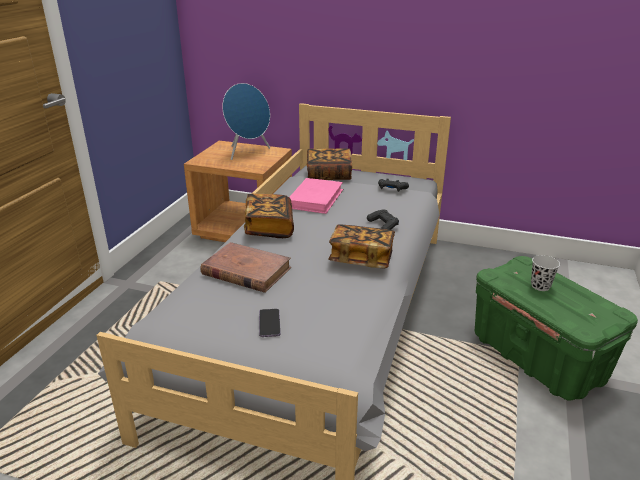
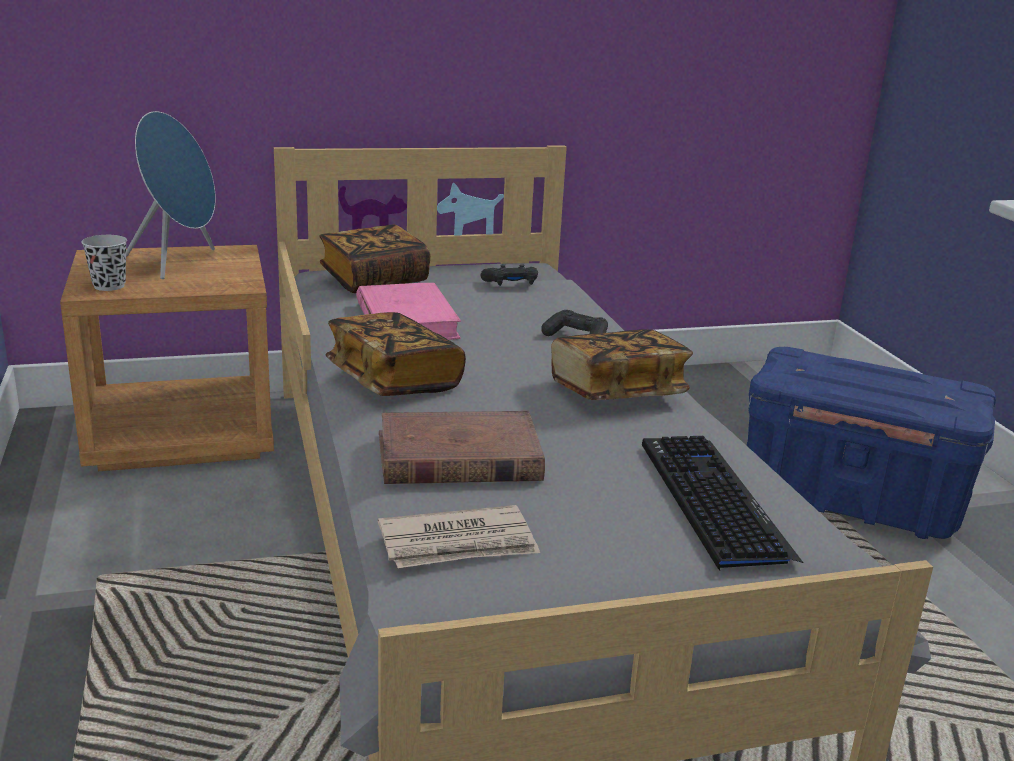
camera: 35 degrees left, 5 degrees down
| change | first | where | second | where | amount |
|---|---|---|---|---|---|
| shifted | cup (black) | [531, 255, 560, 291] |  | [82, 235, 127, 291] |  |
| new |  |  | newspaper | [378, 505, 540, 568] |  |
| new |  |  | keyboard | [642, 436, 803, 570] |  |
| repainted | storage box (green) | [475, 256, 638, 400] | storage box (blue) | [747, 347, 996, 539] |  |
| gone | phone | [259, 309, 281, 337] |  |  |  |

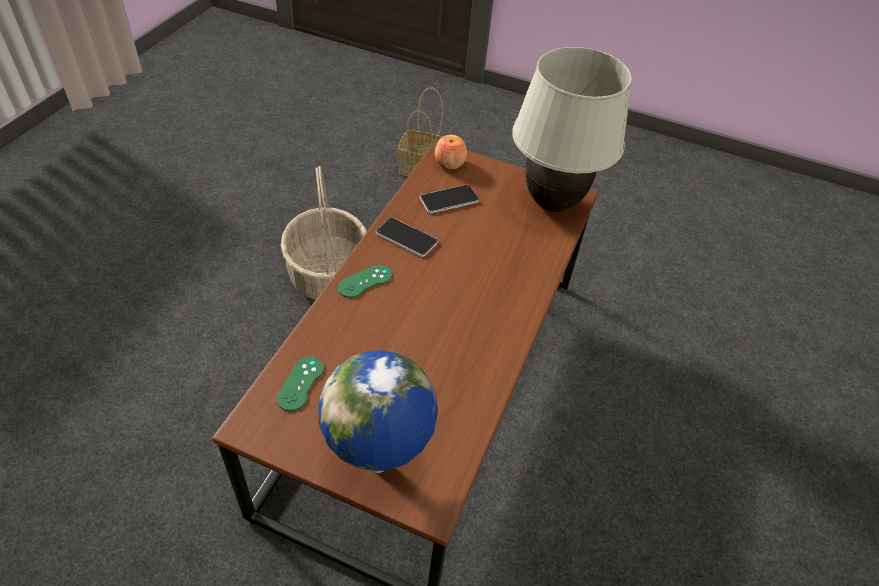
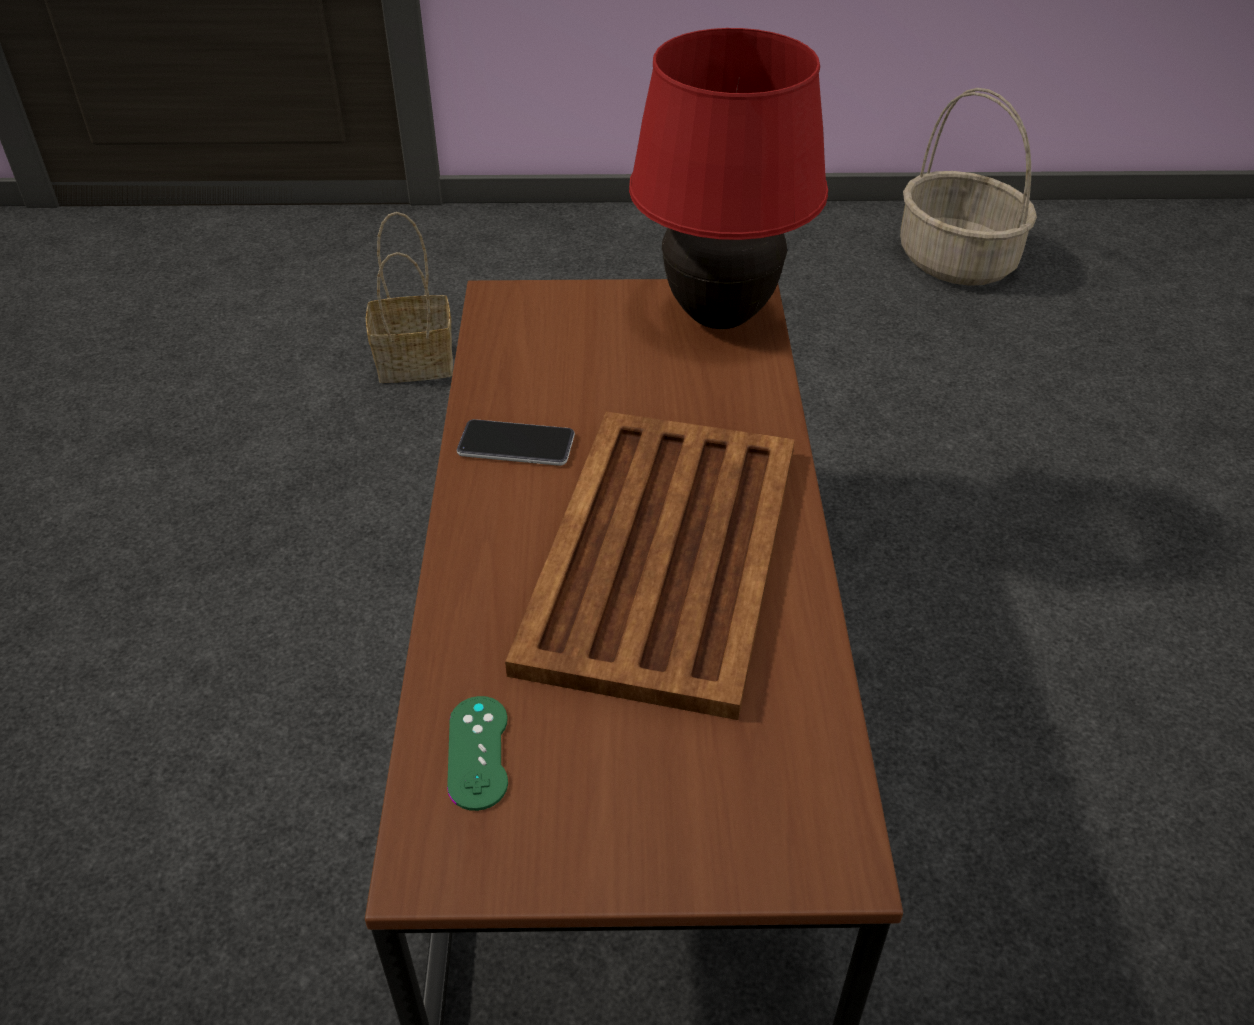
camera: 20 degrees left, 5 degrees down
| change | first | where | second | where | amount |
|---|---|---|---|---|---|
| new |  |  | tray (brown) | [505, 412, 795, 720] |  |
| repainted | table lamp (white) | [512, 47, 632, 212] | table lamp (red) | [629, 28, 828, 329] |  |
| shifted | basket | [281, 166, 367, 300] |  | [900, 88, 1037, 286] |  |
| gone | globe | [318, 350, 438, 473] |  |  |  |
| gone | game controller (green) | [338, 265, 392, 298] |  |  |  |
| gone | phone | [420, 185, 479, 213] |  |  |  |
| gone | apple | [435, 135, 467, 170] |  |  |  |

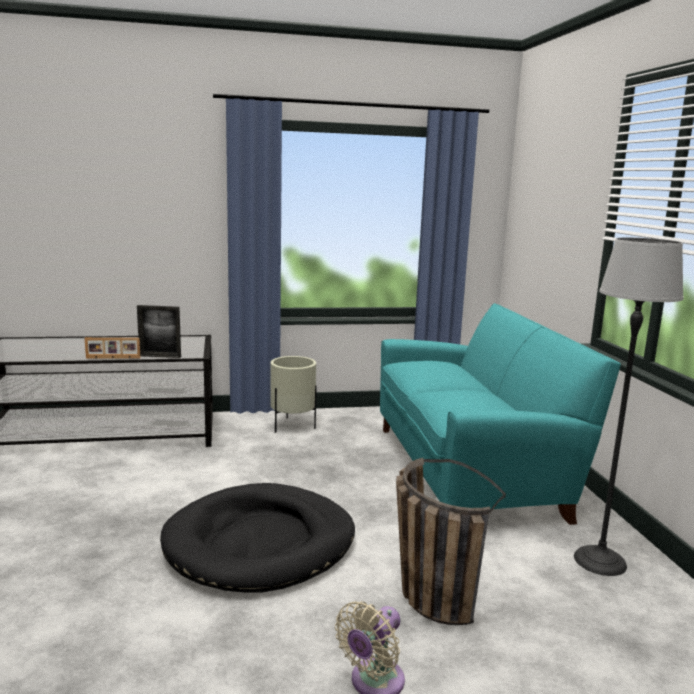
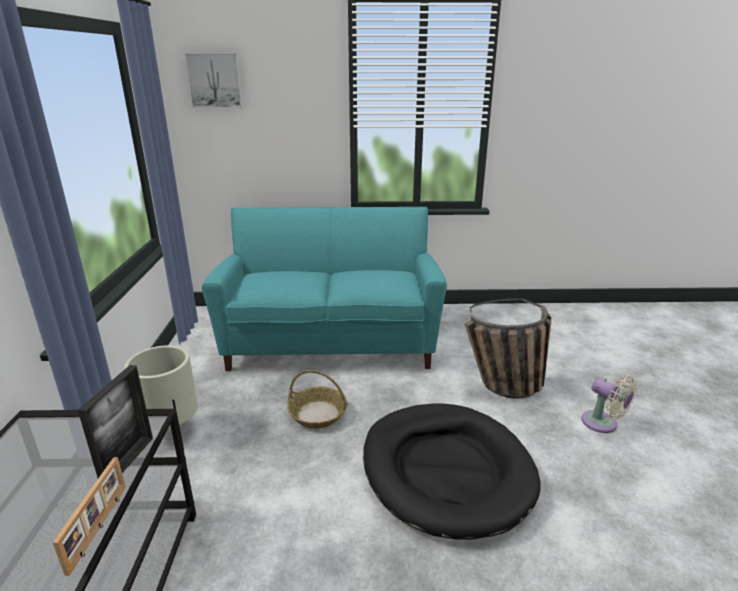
camera: 80 degrees left, 10 degrees up
| change | first | where | second | where | amount |
|---|---|---|---|---|---|
| new |  |  | picture | [184, 53, 243, 108] |  |
| new |  |  | basket | [287, 370, 348, 429] |  |
| gone | floor lamp | [574, 237, 684, 576] |  |  |  |

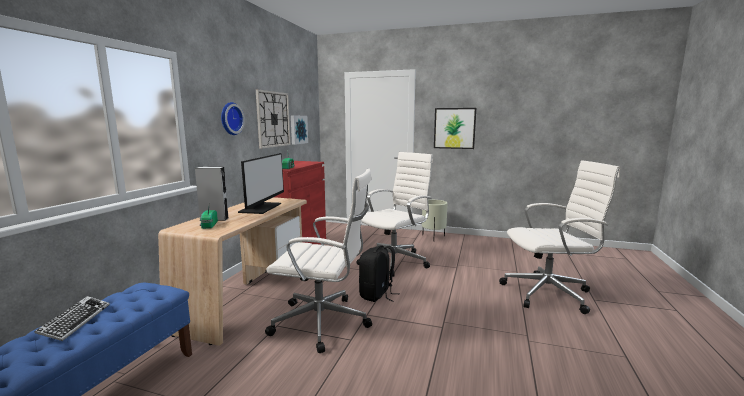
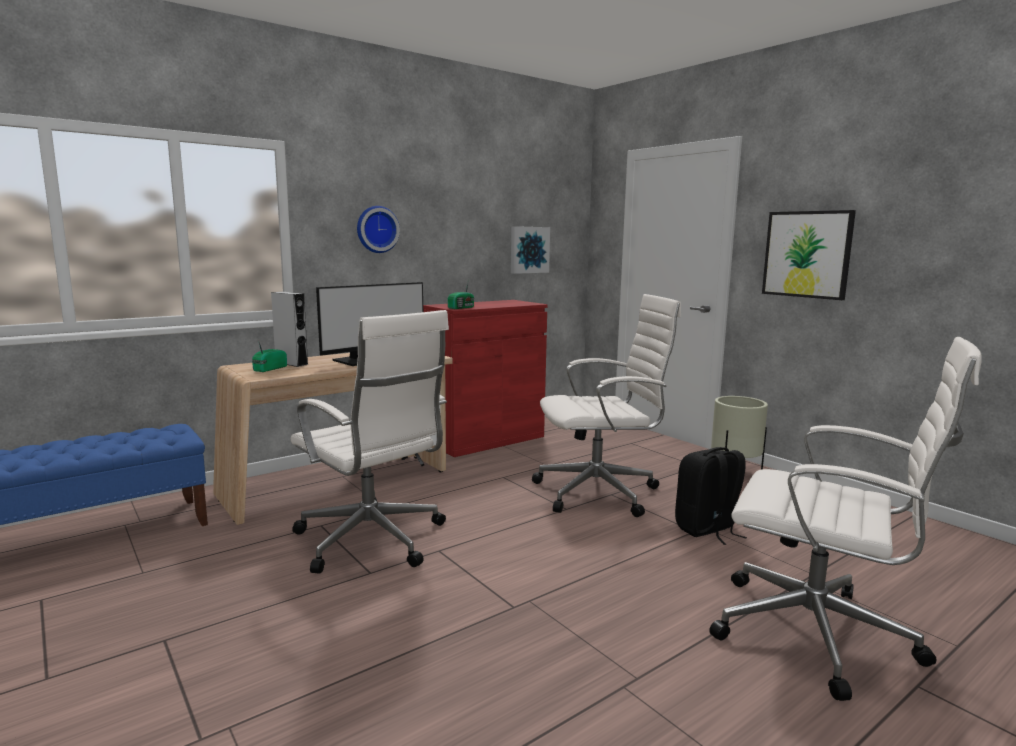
camera: 35 degrees right, 0 degrees up
| change | first | where | second | where | amount |
|---|---|---|---|---|---|
| shifted | backpack (black) | [359, 245, 399, 302] |  | [675, 447, 747, 545] |  |
| gone | keyboard | [34, 296, 110, 341] |  |  |  |
| gone | wall clock | [256, 90, 290, 149] |  |  |  |

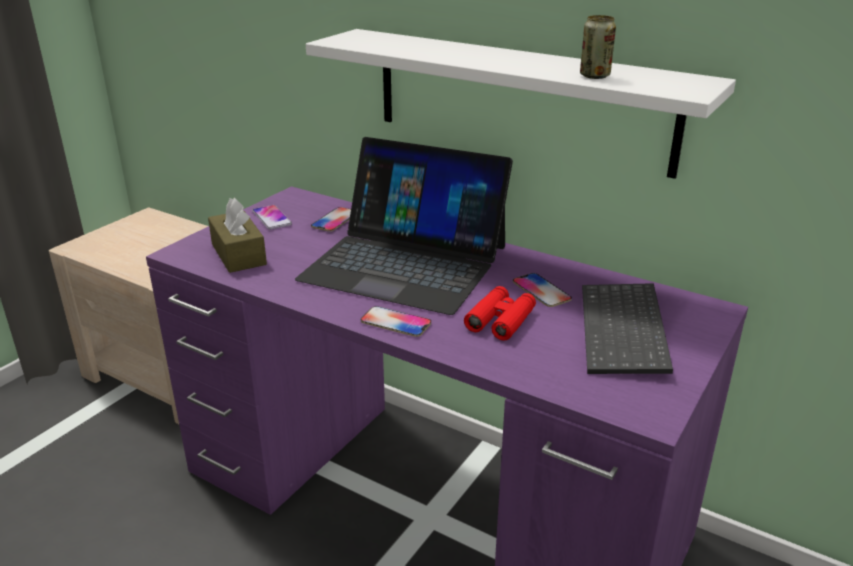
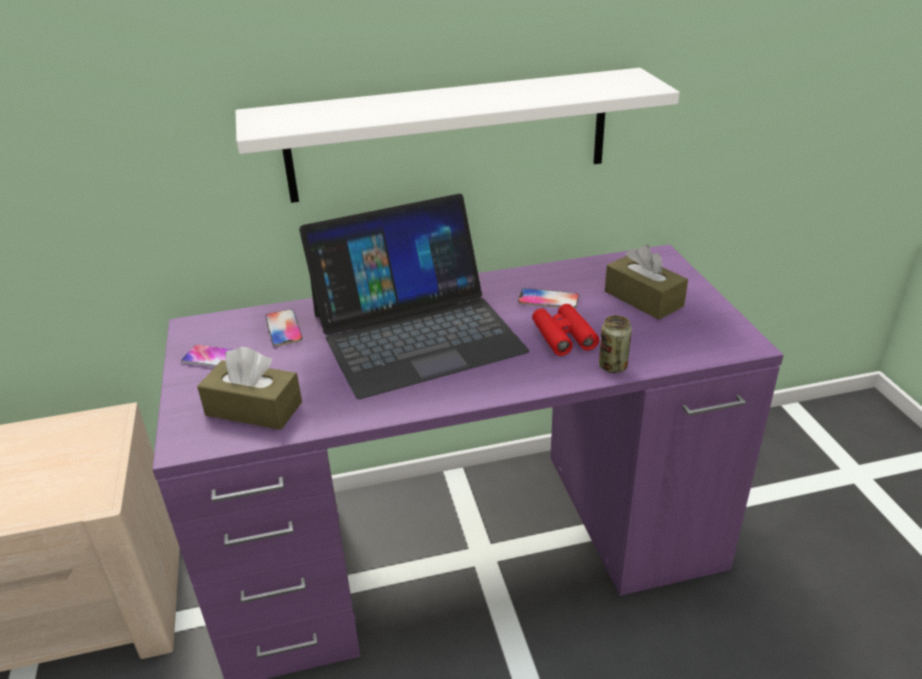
camera: 45 degrees left, 5 degrees up
| change | first | where | second | where | amount |
|---|---|---|---|---|---|
| shifted | can | [580, 15, 616, 79] |  | [599, 315, 632, 373] |  |
| swapped | keyboard | [582, 283, 673, 374] | tissue box (brown) | [605, 244, 688, 320] |  |
| gone | phone | [361, 306, 431, 337] |  |  |  |

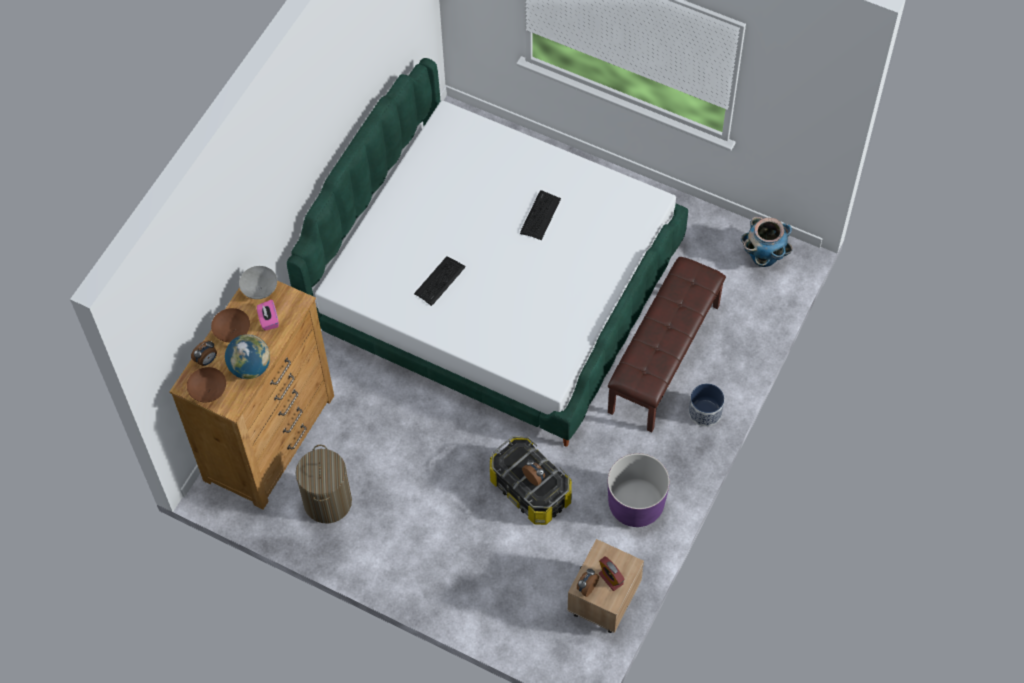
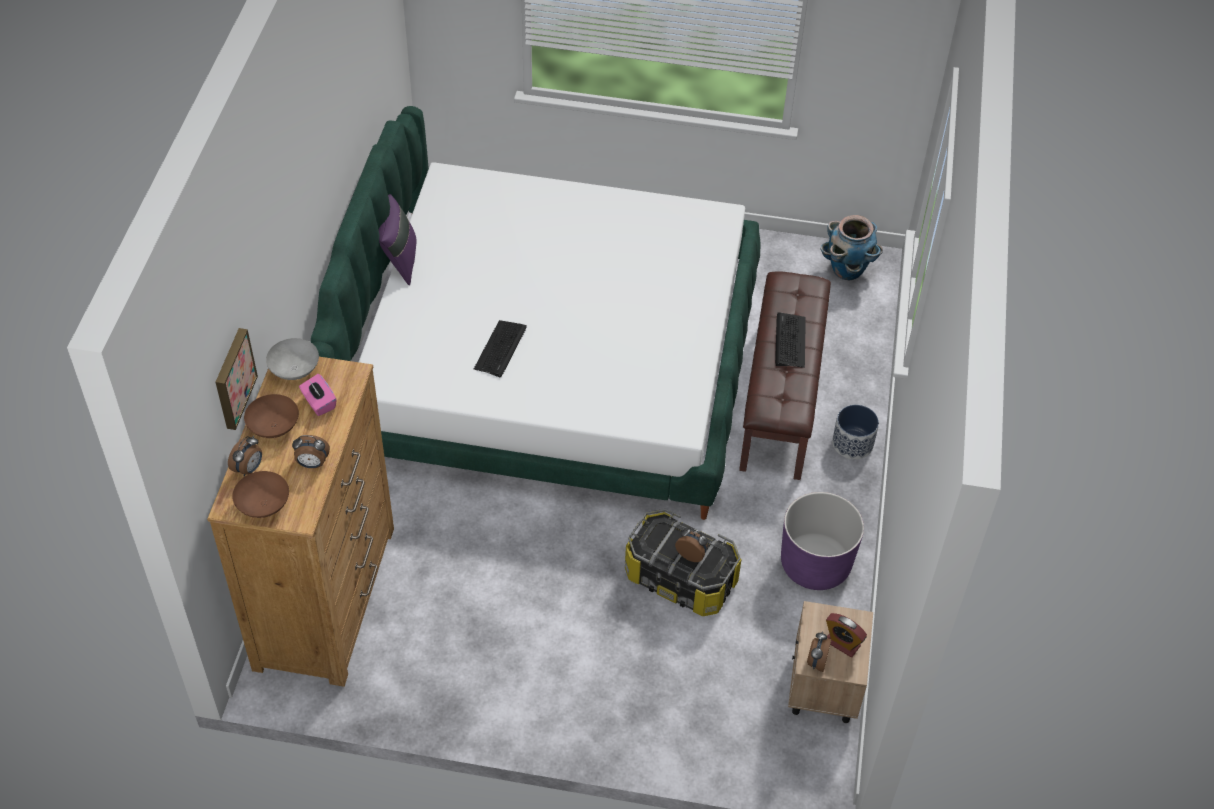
camera: 20 degrees left, 10 degrees down
| change | first | where | second | where | amount |
|---|---|---|---|---|---|
| new |  |  | picture | [215, 328, 258, 430] |  |
| swapped | globe | [225, 334, 270, 379] | alarm clock | [292, 435, 330, 468] |  |
| new |  |  | pillow (purple) | [378, 194, 416, 285] |  |
| shifted | keyboard | [520, 190, 561, 240] |  | [775, 313, 806, 368] |  |
| gone | laundry basket | [295, 445, 352, 524] |  |  |  |

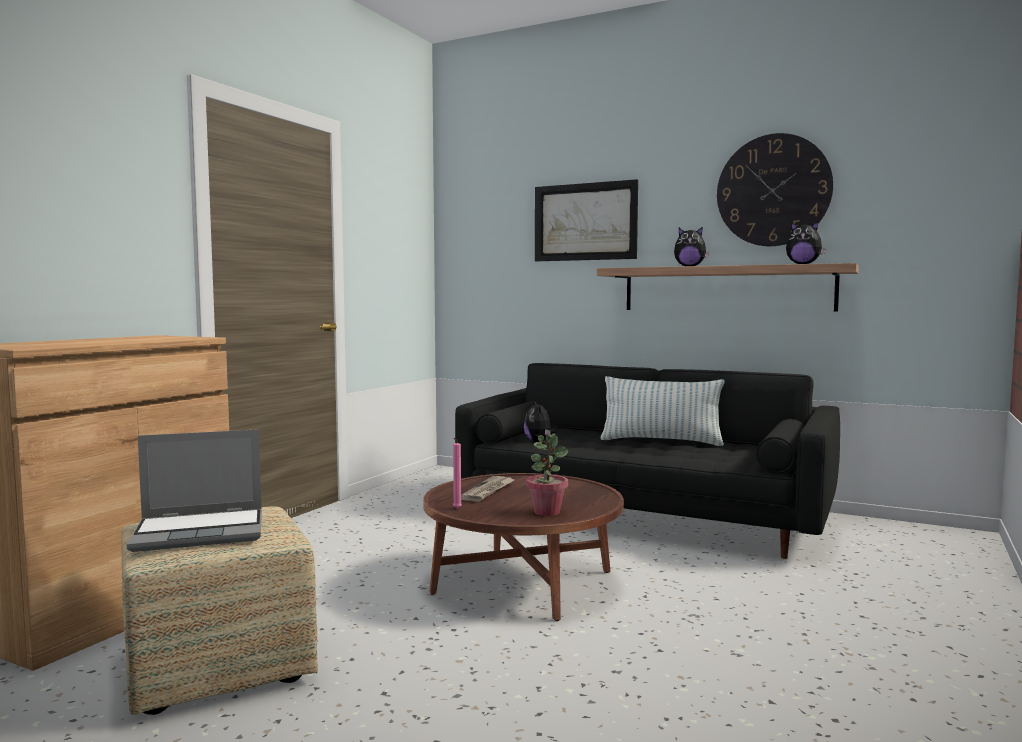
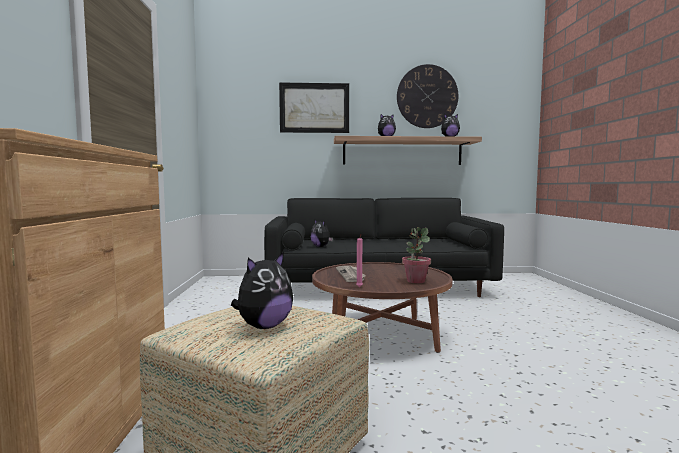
camera: 30 degrees left, 0 degrees up
| change | first | where | second | where | amount |
|---|---|---|---|---|---|
| swapped | laptop | [127, 429, 262, 552] | plush toy | [231, 252, 293, 329] |  |
| gone | pillow | [601, 376, 724, 446] |  |  |  |

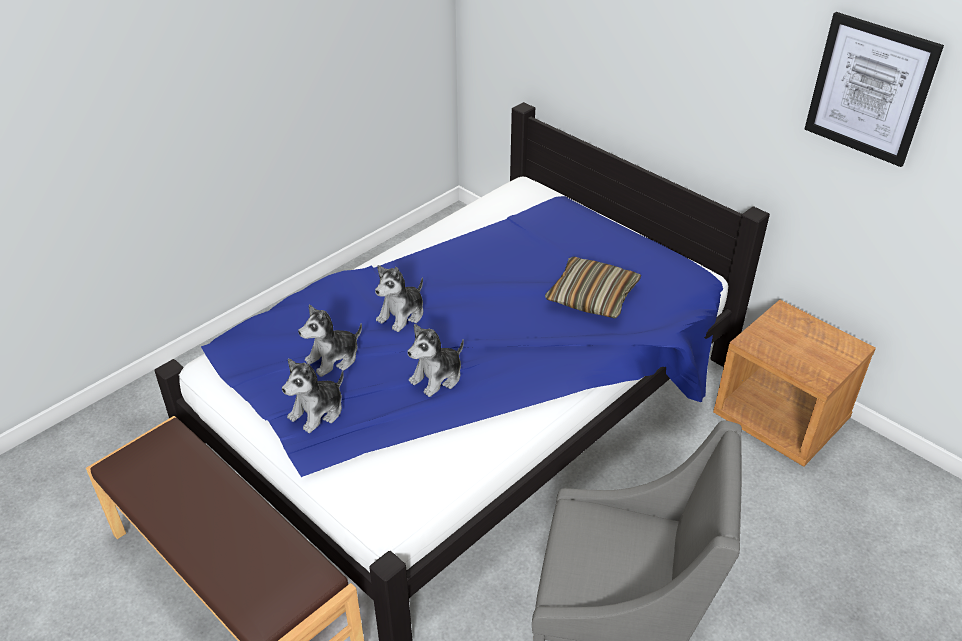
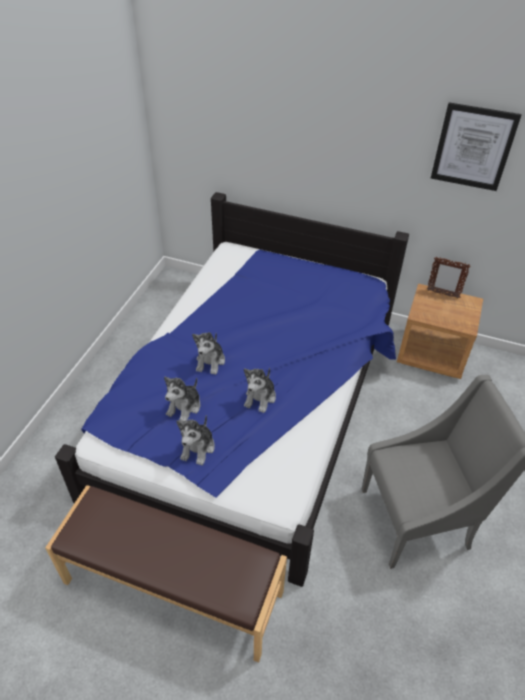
camera: 25 degrees left, 5 degrees up
| change | first | where | second | where | amount |
|---|---|---|---|---|---|
| new |  |  | picture frame | [427, 257, 471, 298] |  |
| gone | pillow | [545, 256, 641, 318] |  |  |  |

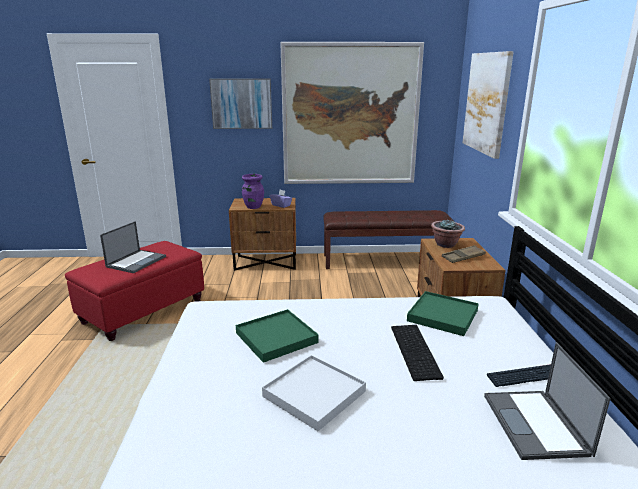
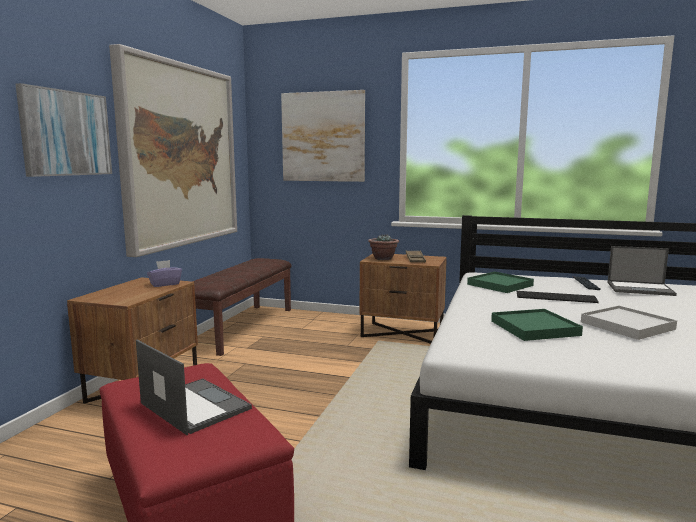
camera: 70 degrees left, 10 degrees down
| change | first | where | second | where | amount |
|---|---|---|---|---|---|
| gone | vase (purple) | [242, 174, 264, 209] |  |  |  |

